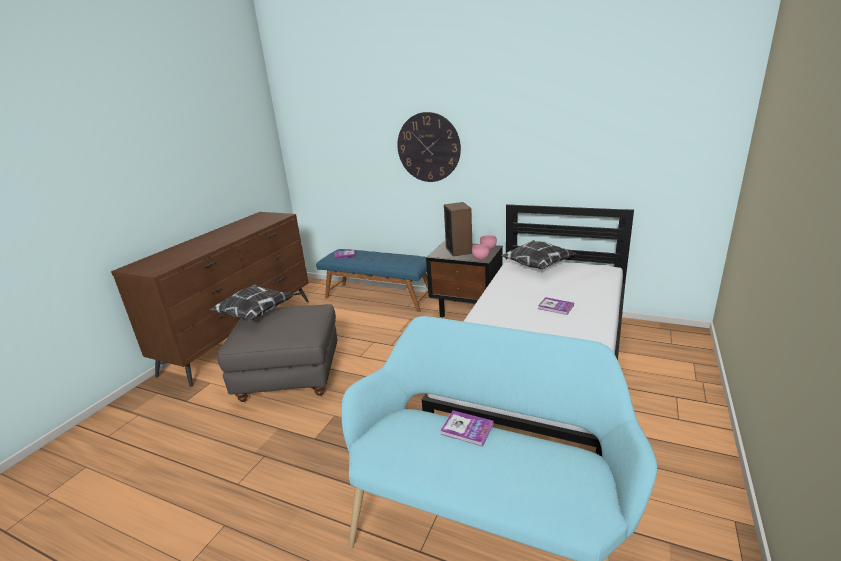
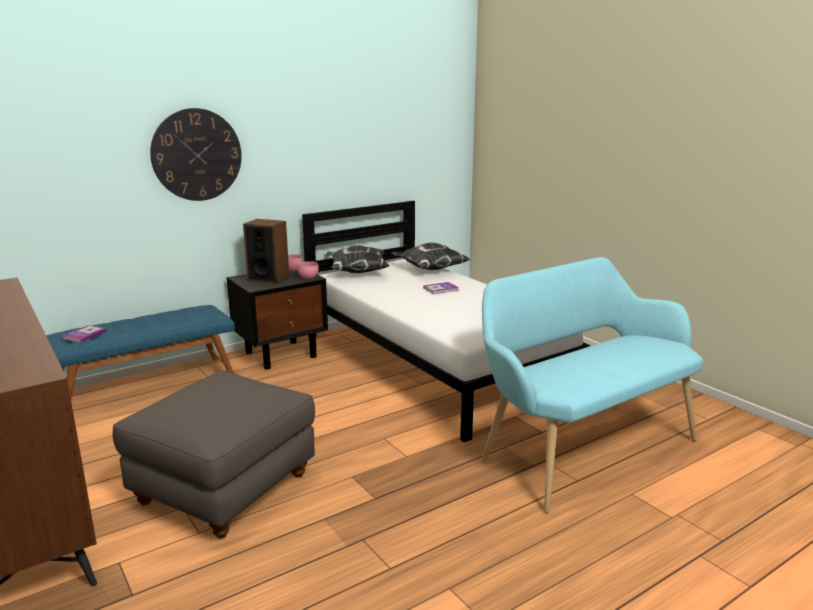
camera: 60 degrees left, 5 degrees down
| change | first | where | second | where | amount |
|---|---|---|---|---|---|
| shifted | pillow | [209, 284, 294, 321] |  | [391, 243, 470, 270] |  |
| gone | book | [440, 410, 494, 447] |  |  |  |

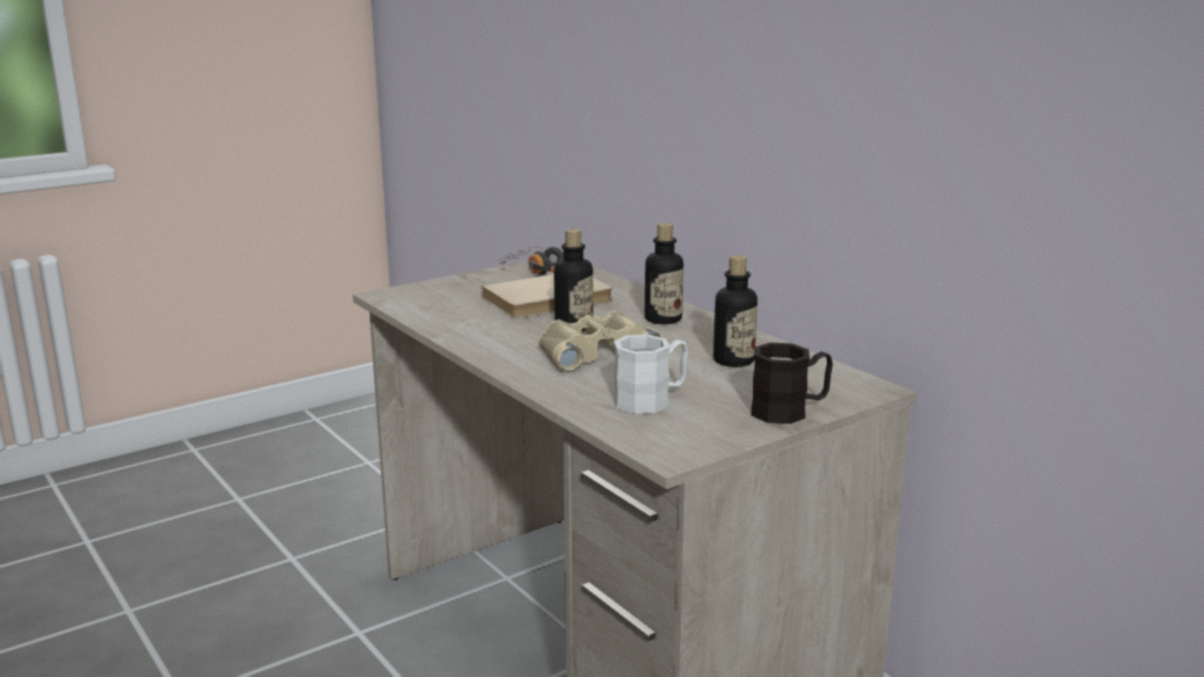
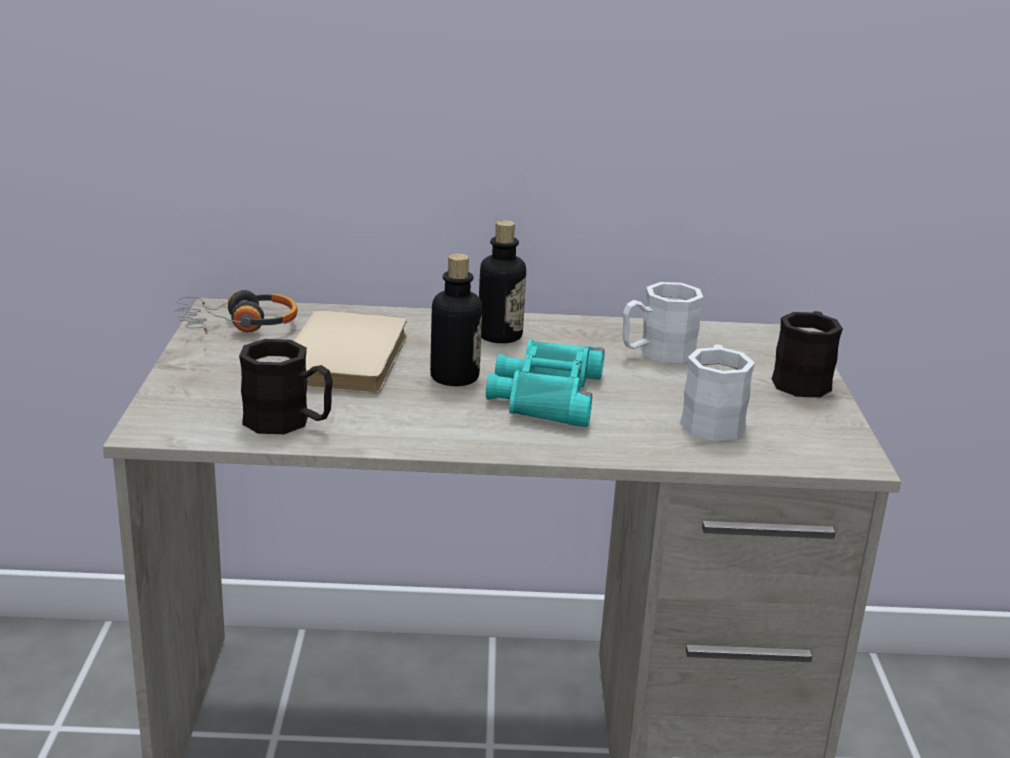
camera: 55 degrees left, 5 degrees up
| change | first | where | second | where | amount |
|---|---|---|---|---|---|
| new |  |  | mug (black) | [239, 339, 333, 434] |  |
| repainted | binoculars (beige) | [538, 311, 664, 372] | binoculars (turquoise) | [486, 340, 605, 427] |  |
| swapped | bottle | [713, 255, 758, 367] | mug (white) | [623, 282, 703, 363] |  |

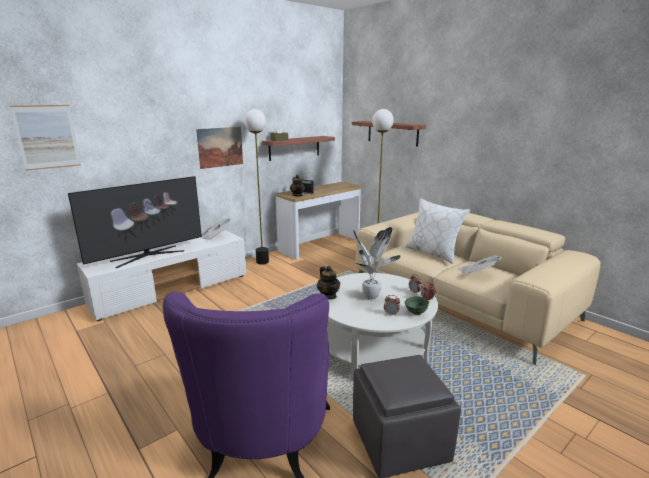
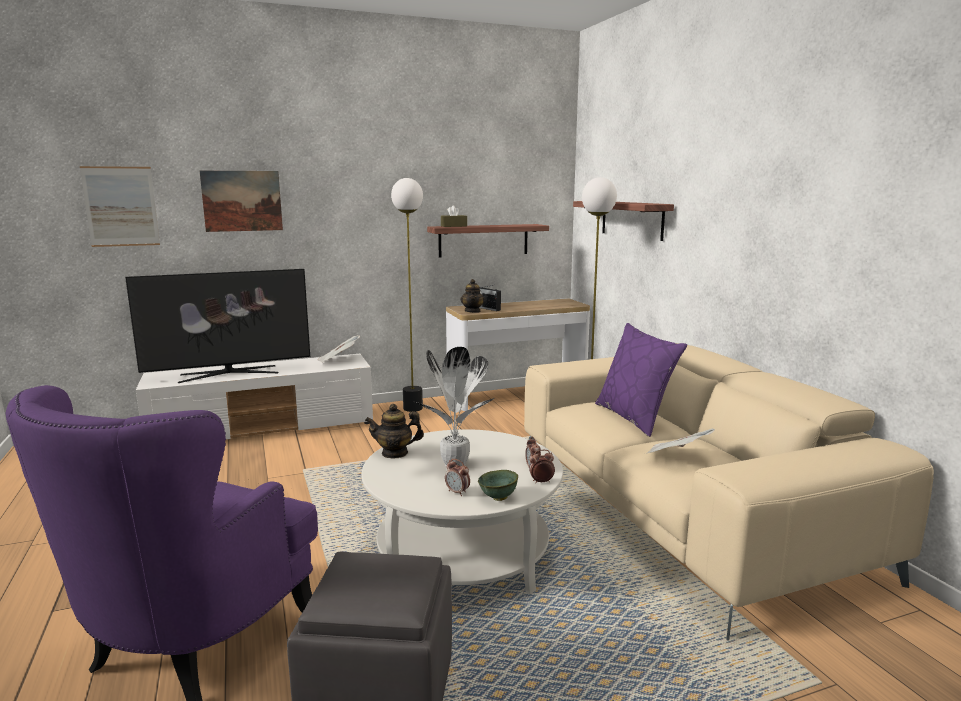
camera: 20 degrees right, 5 degrees down
| change | first | where | second | where | amount |
|---|---|---|---|---|---|
| shifted | picture | [196, 127, 243, 169] |  | [199, 170, 283, 232] |  |
| rotated | teapot | [317, 266, 340, 300] |  | [365, 404, 424, 459] | 90 degrees clockwise |
| repainted | pillow (white) | [405, 198, 470, 264] | pillow (purple) | [595, 323, 687, 437] |  |

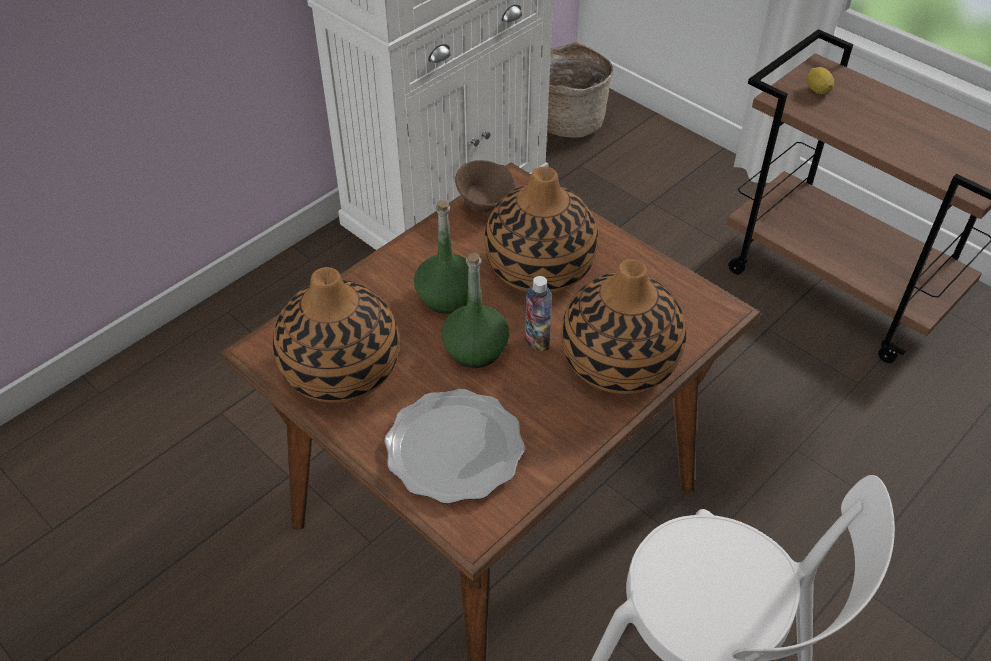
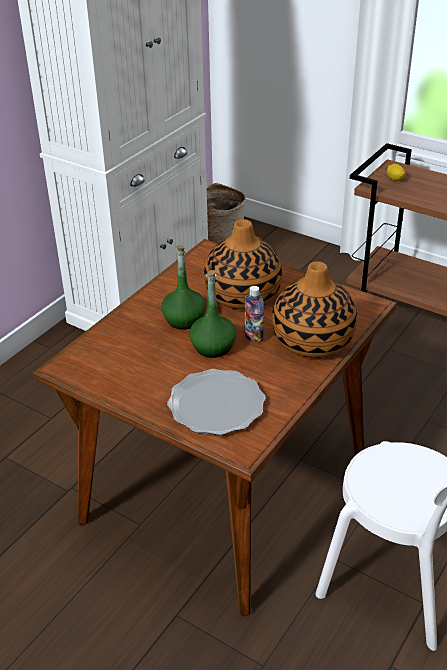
camera: 10 degrees left, 10 degrees down
| change | first | where | second | where | amount |
|---|---|---|---|---|---|
| gone | vase | [273, 267, 399, 403] |  |  |  |
| gone | bowl (brown) | [455, 160, 517, 212] |  |  |  |

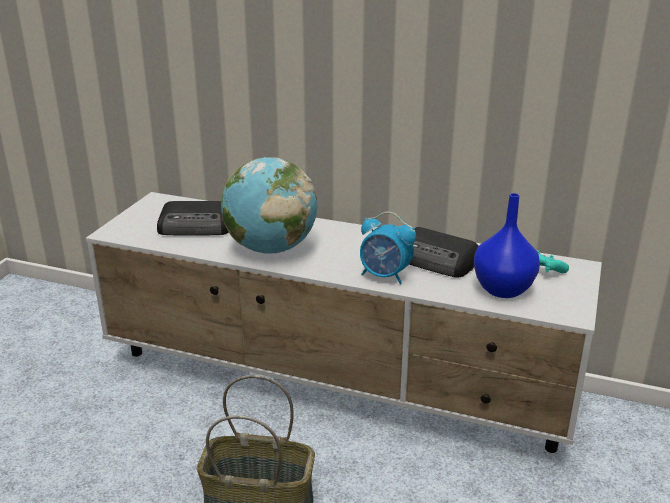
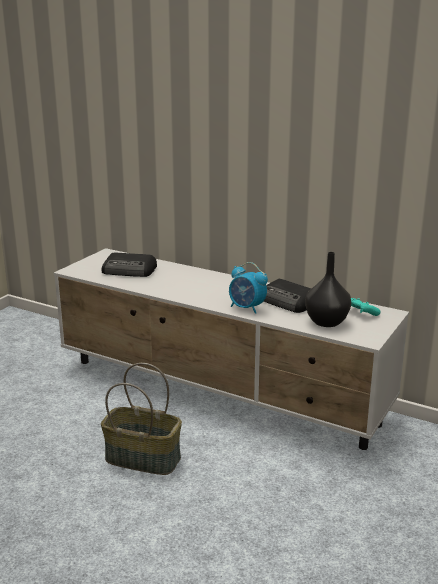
camera: 10 degrees right, 5 degrees down
| change | first | where | second | where | amount |
|---|---|---|---|---|---|
| repainted | vase (blue) | [474, 193, 540, 298] | vase (black) | [305, 252, 351, 327] |  |
| gone | globe | [221, 157, 317, 254] |  |  |  |

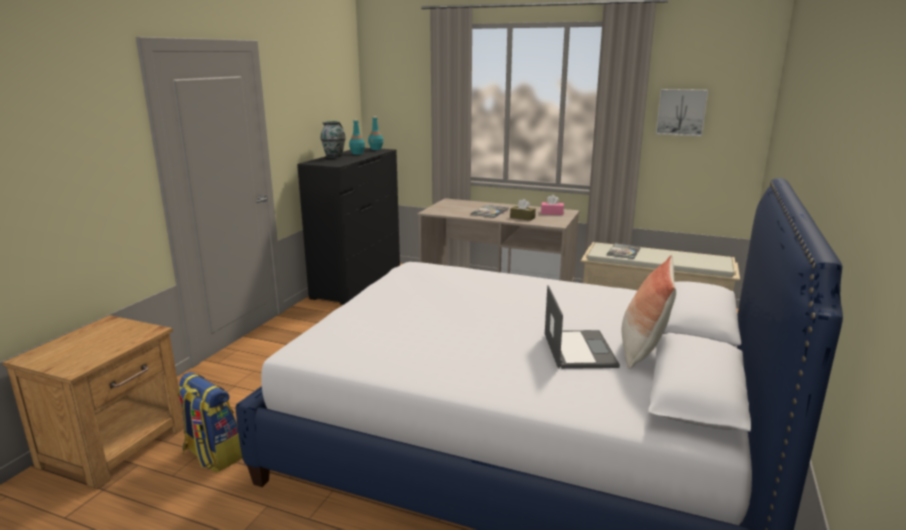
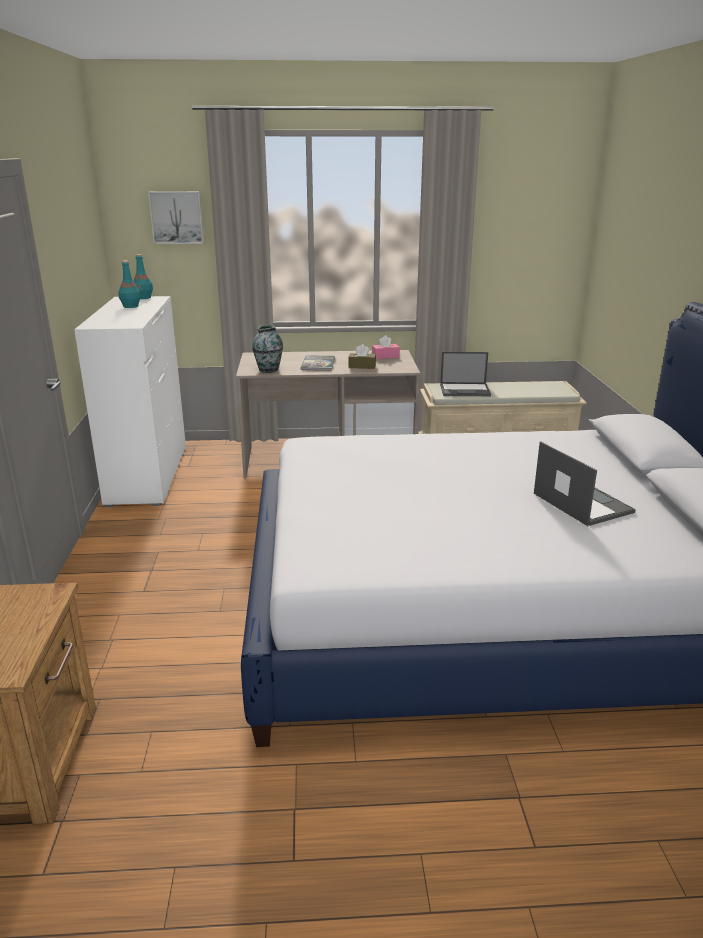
camera: 25 degrees left, 5 degrees up
| change | first | where | second | where | amount |
|---|---|---|---|---|---|
| repainted | dresser (black) | [297, 148, 400, 305] | dresser (white) | [74, 296, 186, 507] |  |
| shifted | picture | [656, 89, 708, 136] |  | [148, 191, 204, 244] |  |
| shifted | vase | [320, 121, 346, 158] |  | [252, 325, 283, 373] |  |
| swapped | book | [607, 243, 641, 259] | laptop | [440, 352, 491, 396] |  |
| gone | backpack | [177, 372, 242, 472] |  |  |  |
| gone | pillow | [622, 255, 676, 369] |  |  |  |

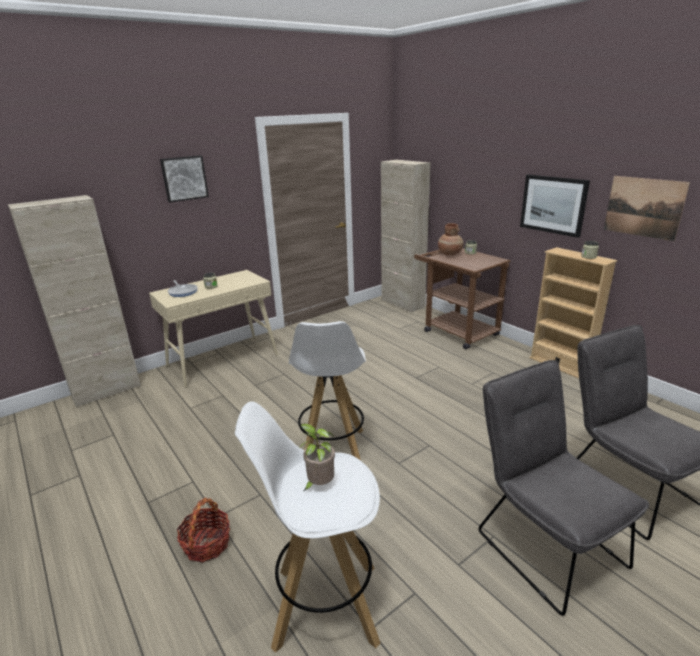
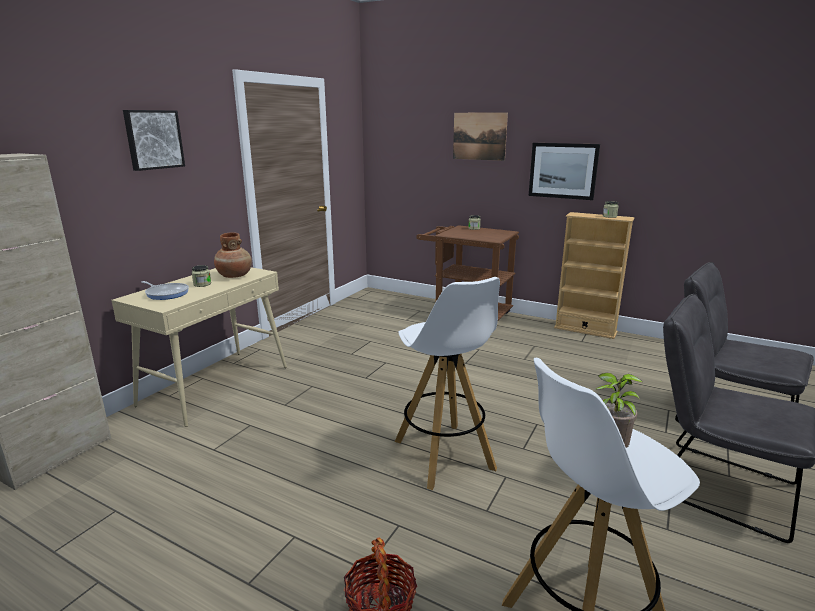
camera: 25 degrees left, 5 degrees down
| change | first | where | second | where | amount |
|---|---|---|---|---|---|
| shifted | vase (brown) | [438, 223, 464, 255] |  | [214, 232, 252, 278] |  |
| shifted | picture | [604, 176, 690, 241] |  | [453, 112, 508, 161] |  |
| gone | cabinet (beige) | [381, 160, 431, 313] |  |  |  |

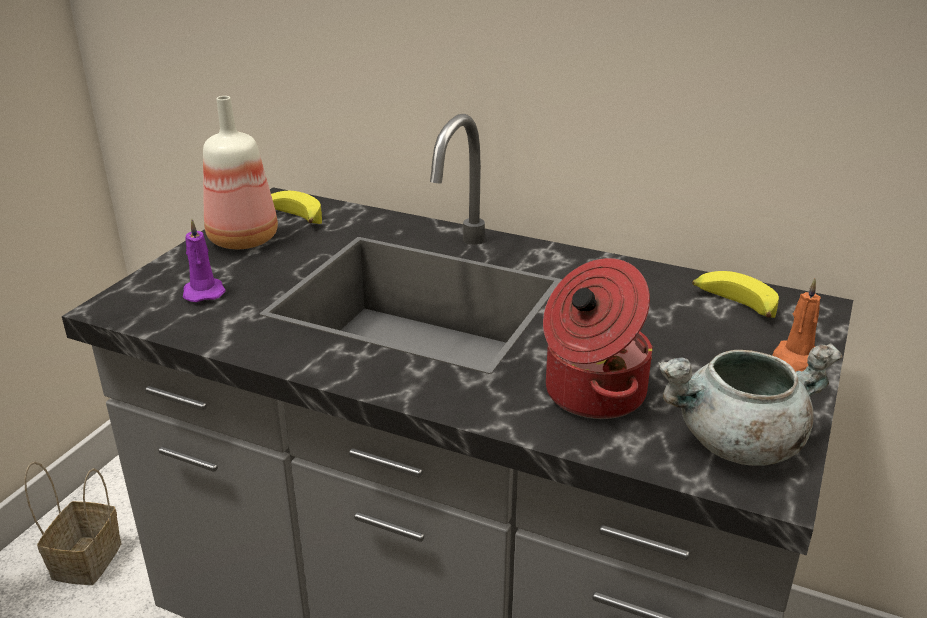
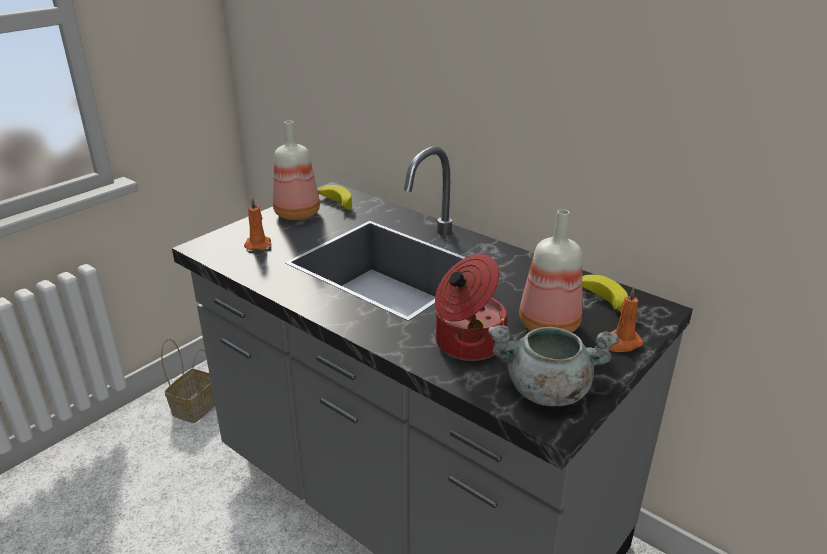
camera: 15 degrees right, 0 degrees up
| change | first | where | second | where | amount |
|---|---|---|---|---|---|
| repainted | candle (purple) | [183, 219, 226, 302] | candle (orange) | [244, 197, 271, 250] |  |
| new |  |  | bottle | [519, 209, 582, 332] |  |

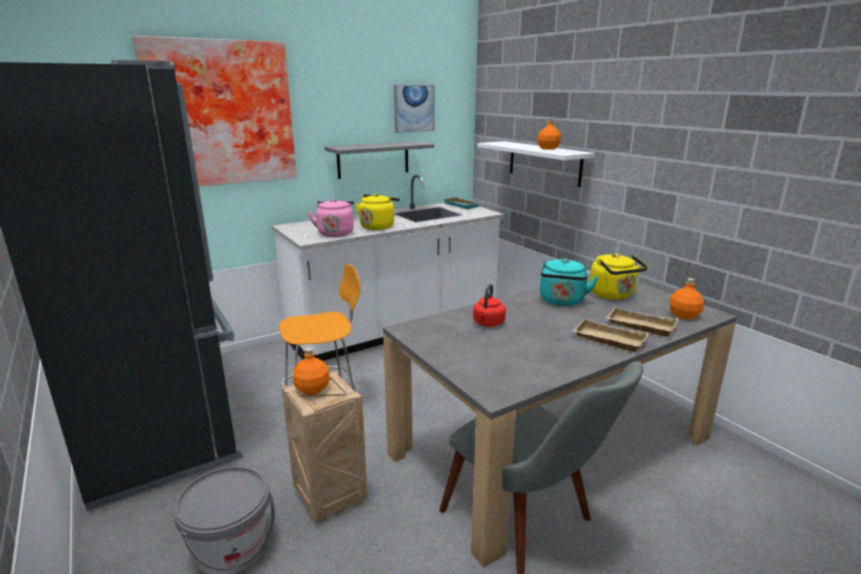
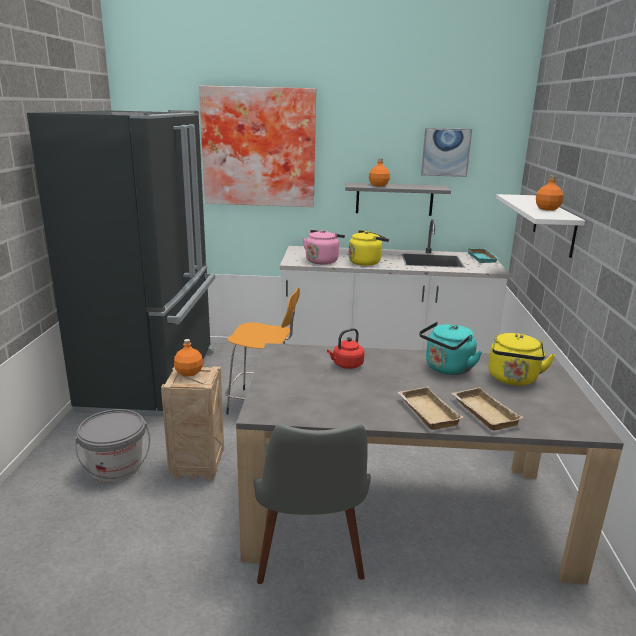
camera: 35 degrees right, 0 degrees up
| change | first | where | second | where | amount |
|---|---|---|---|---|---|
| shifted | bottle (orange) | [670, 278, 704, 319] |  | [369, 158, 390, 186] |  |

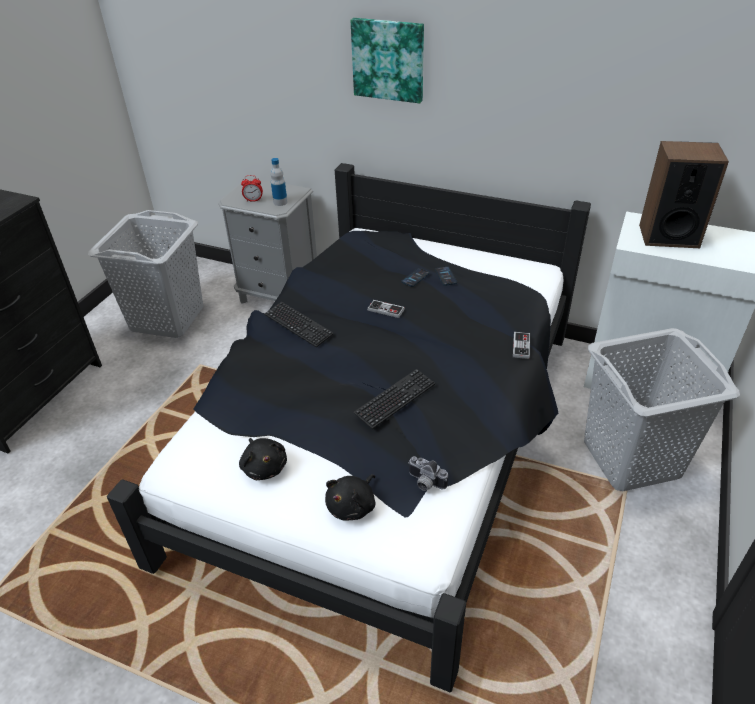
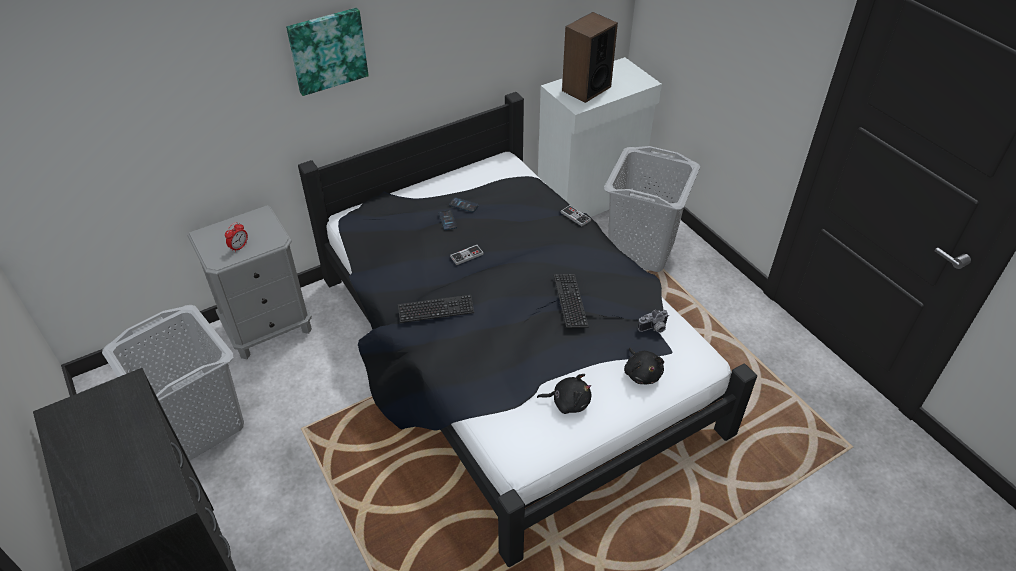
camera: 55 degrees left, 5 degrees up
| change | first | where | second | where | amount |
|---|---|---|---|---|---|
| gone | bottle | [270, 158, 287, 206] |  |  |  |

